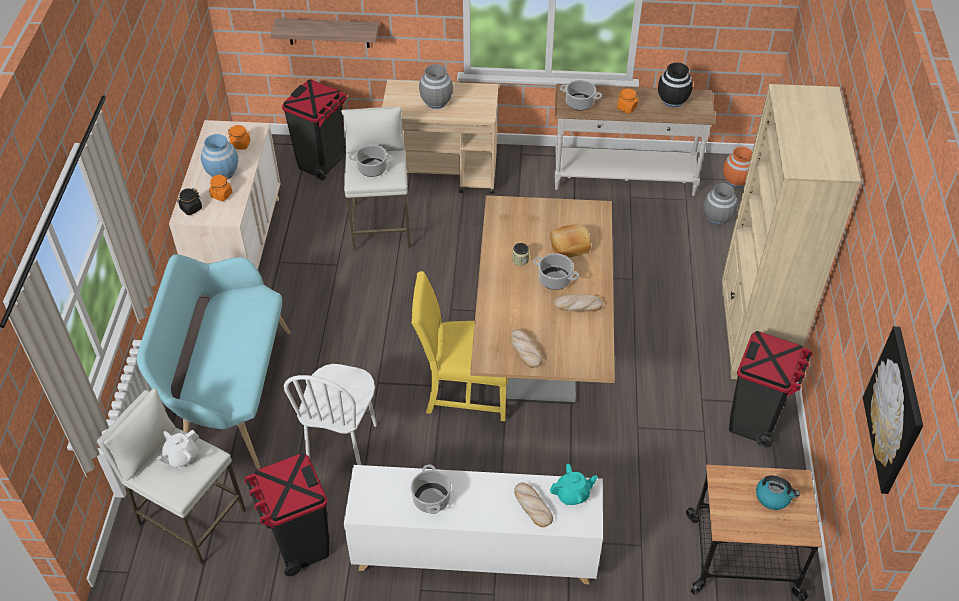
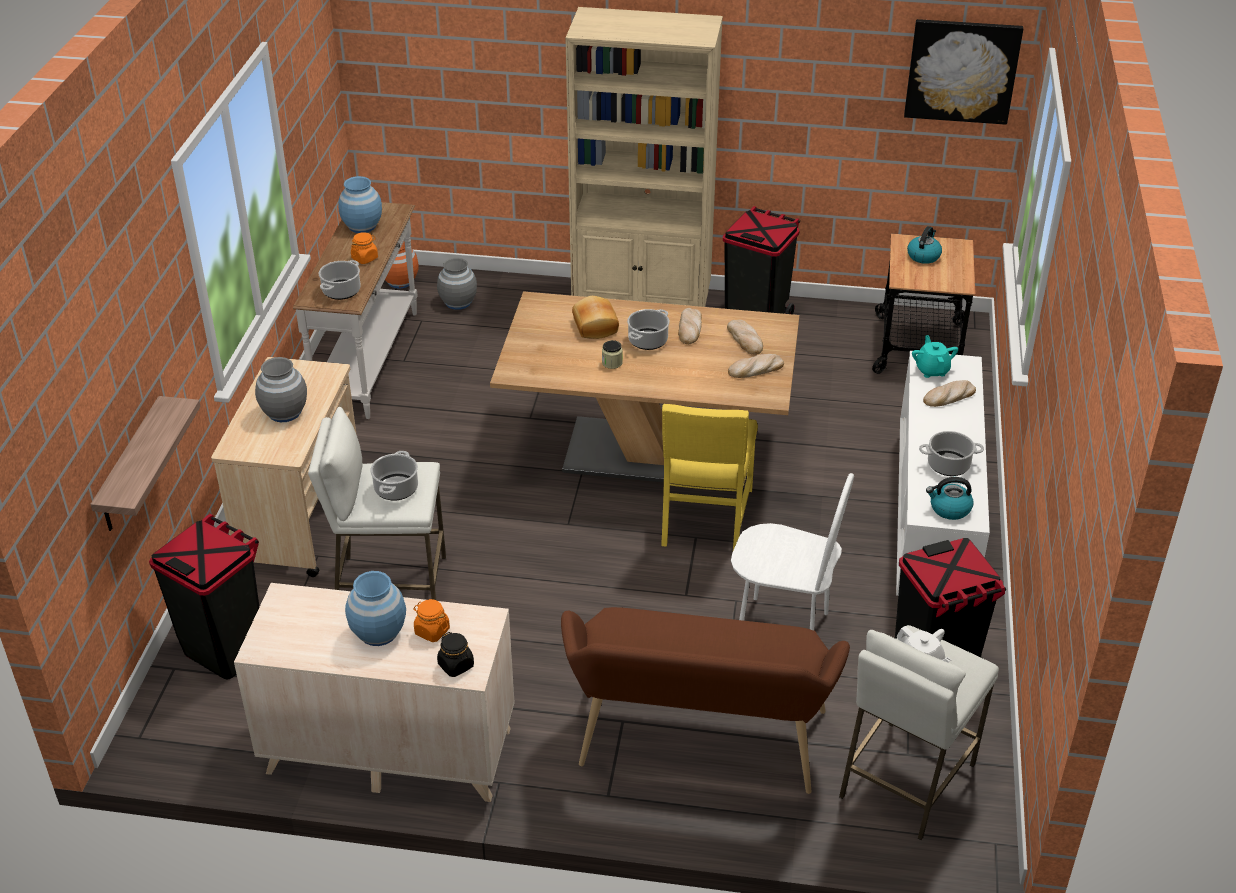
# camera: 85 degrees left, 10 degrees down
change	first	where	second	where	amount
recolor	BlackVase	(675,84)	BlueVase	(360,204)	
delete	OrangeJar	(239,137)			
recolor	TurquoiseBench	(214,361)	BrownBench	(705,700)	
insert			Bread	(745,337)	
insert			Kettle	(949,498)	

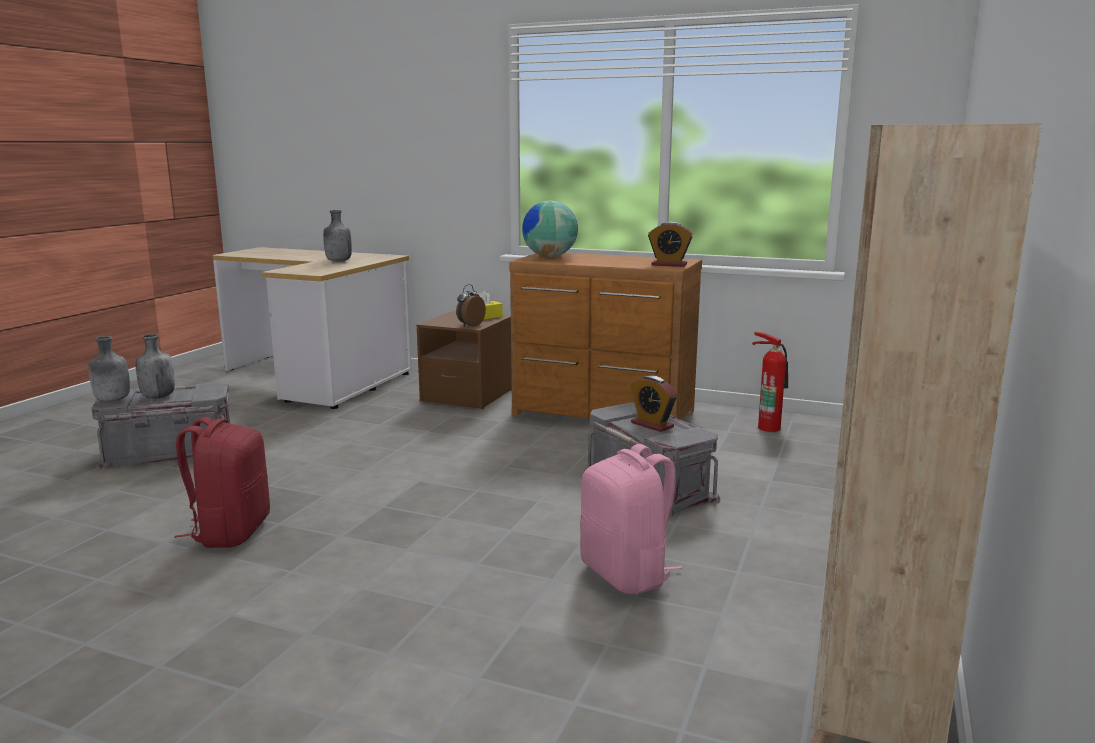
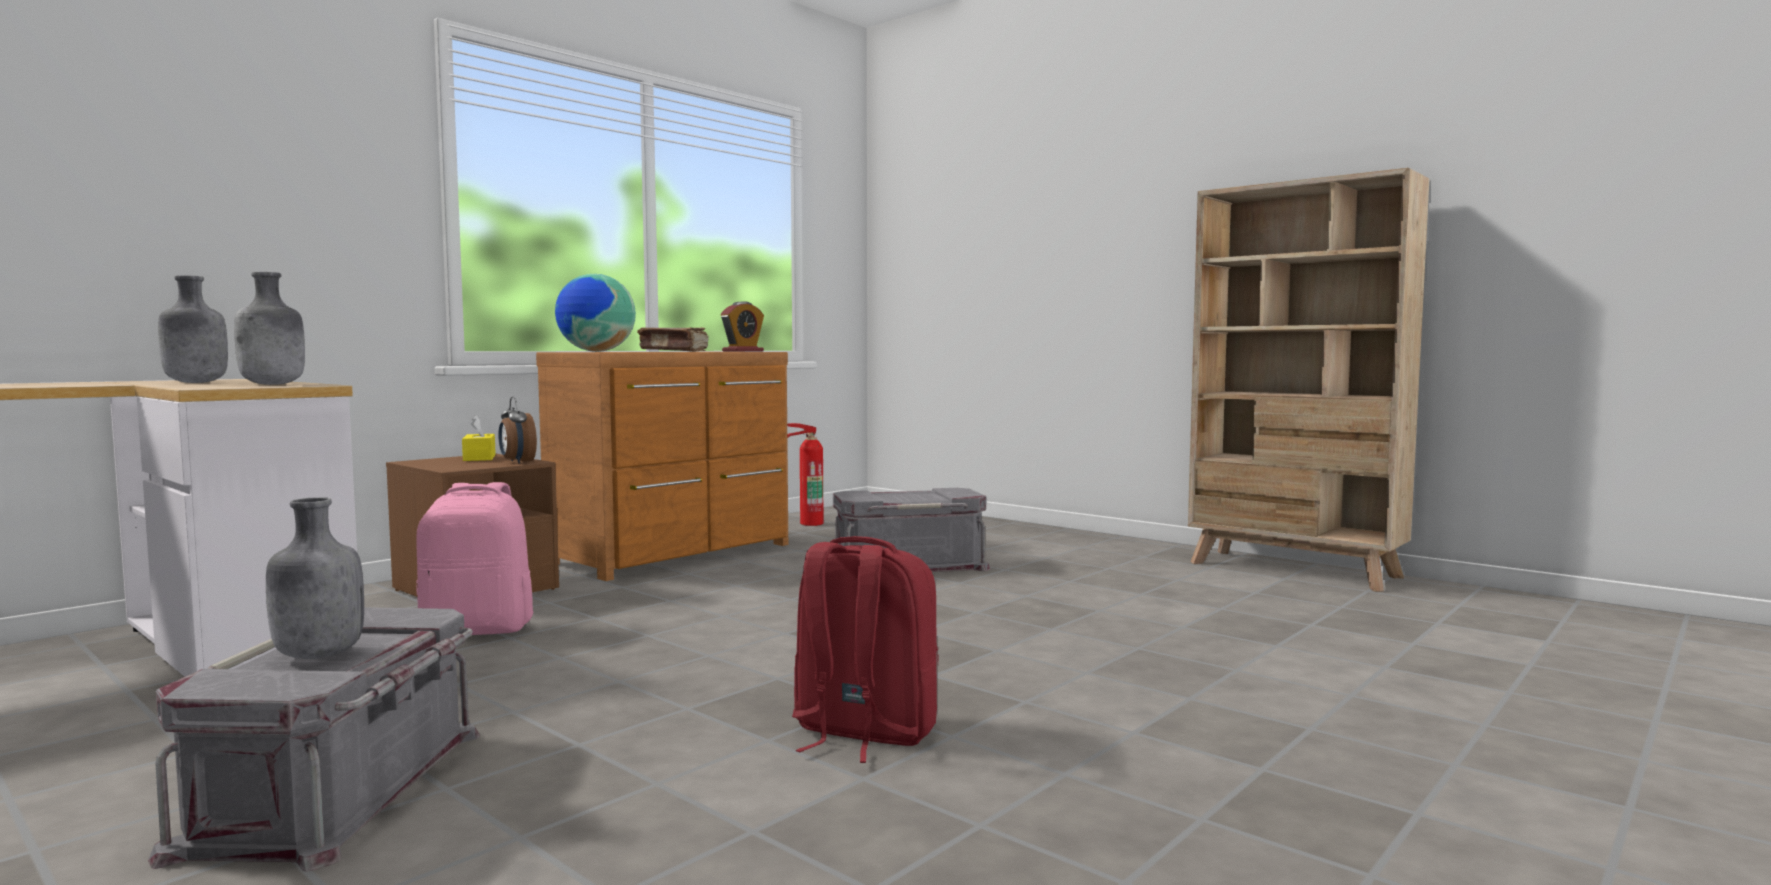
# camera: 70 degrees left, 10 degrees down
change	first	where	second	where	amount
move	GreyBottle	(109,369)		(269,328)	
delete	AlarmClock	(654,404)			
move	PinkBackpack	(631,519)		(474,558)	
insert			BrownBook	(673,339)	

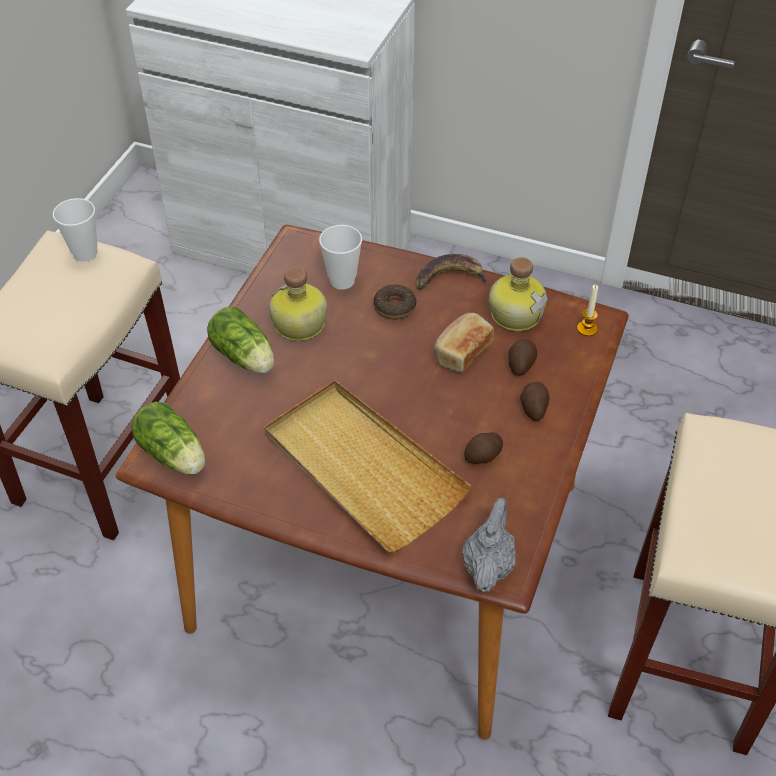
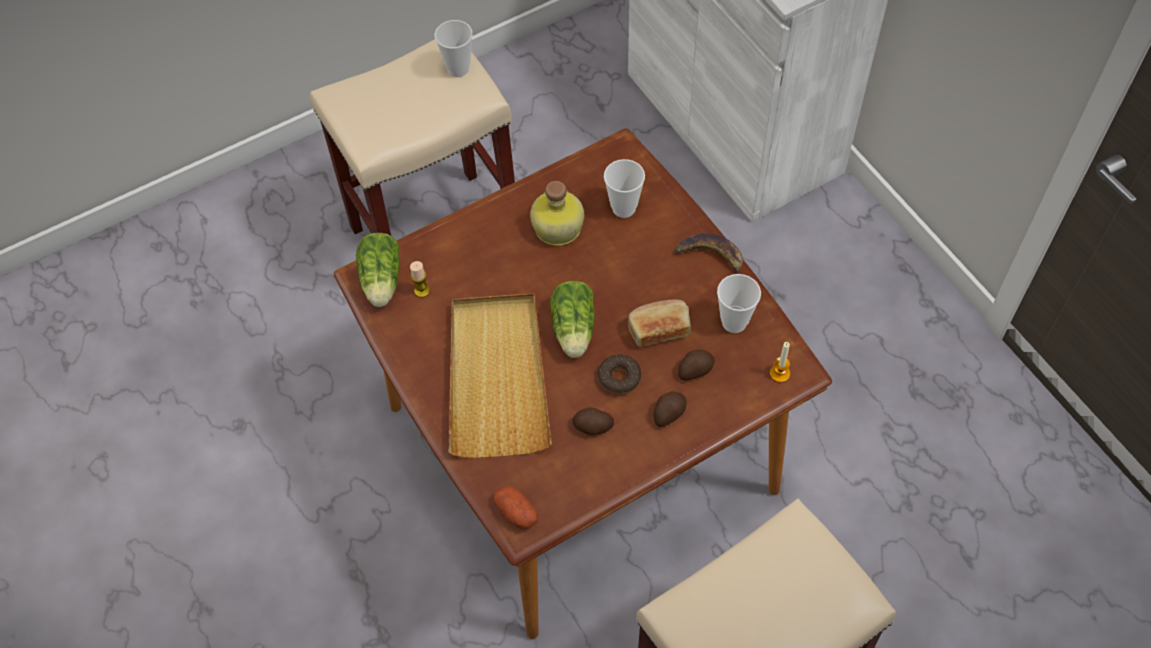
# camera: 40 degrees right, 10 degrees up
change	first	where	second	where	amount
replace	Bottle	(518,294)	Cup	(739,303)	
move	Donut	(394,302)		(619,374)	
move	Lettuce	(240,340)		(572,319)	
replace	GreyTeapot	(489,545)	Potato	(516,507)	
insert			Candle	(420,279)	

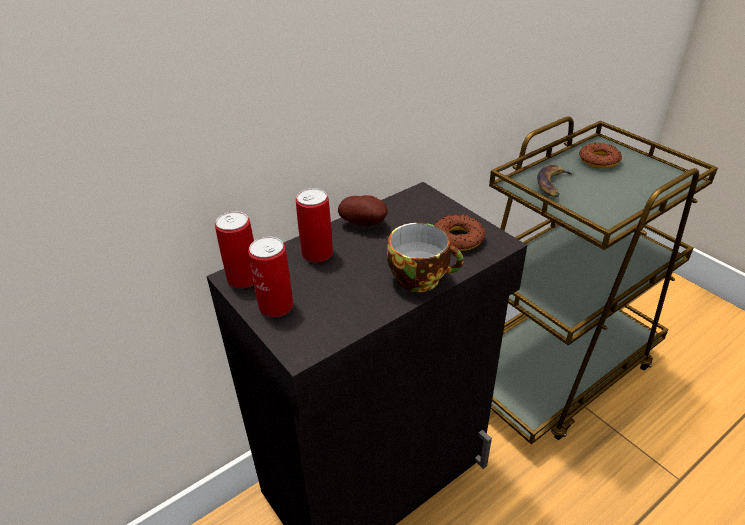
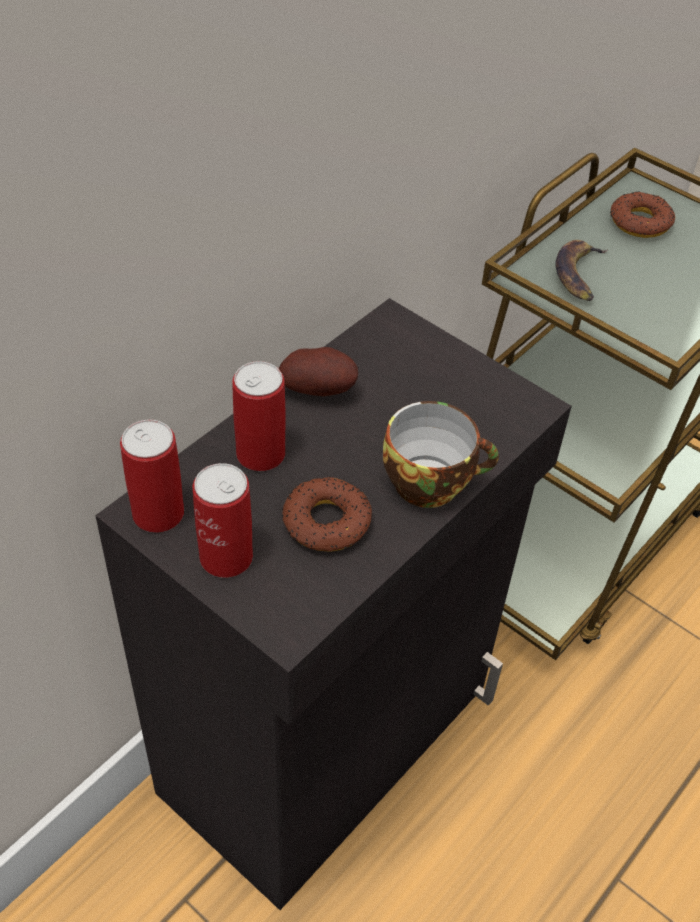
# camera: 15 degrees left, 10 degrees up
change	first	where	second	where	amount
move	Donut	(460,232)		(327,514)	

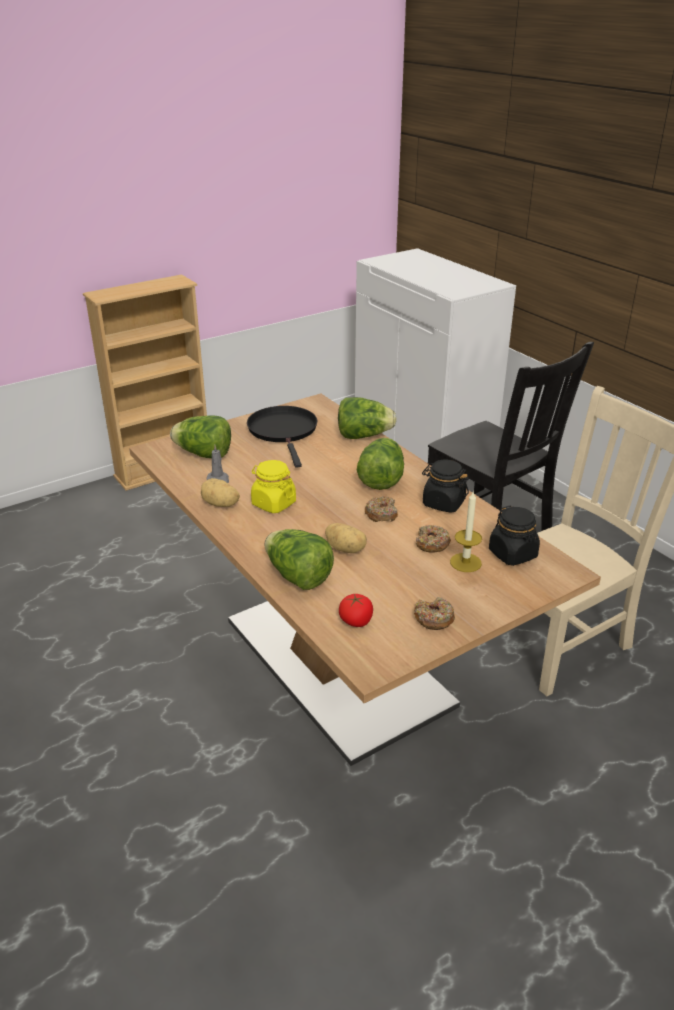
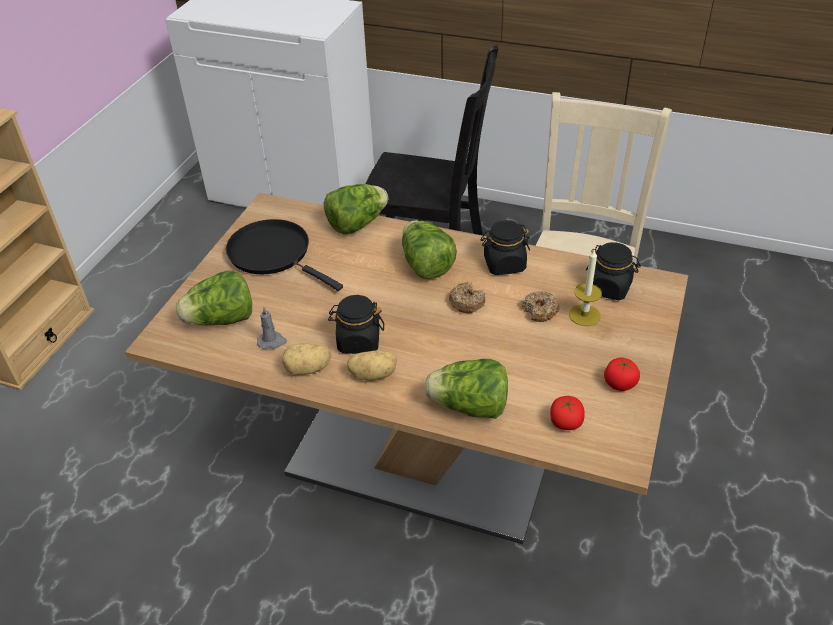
# camera: 35 degrees left, 10 degrees up
change	first	where	second	where	amount
recolor	YellowJar	(273,486)	BlackJar	(356,324)	
move	Potato	(346,538)		(372,365)	
replace	Donut	(434,613)	Tomato	(622,374)	

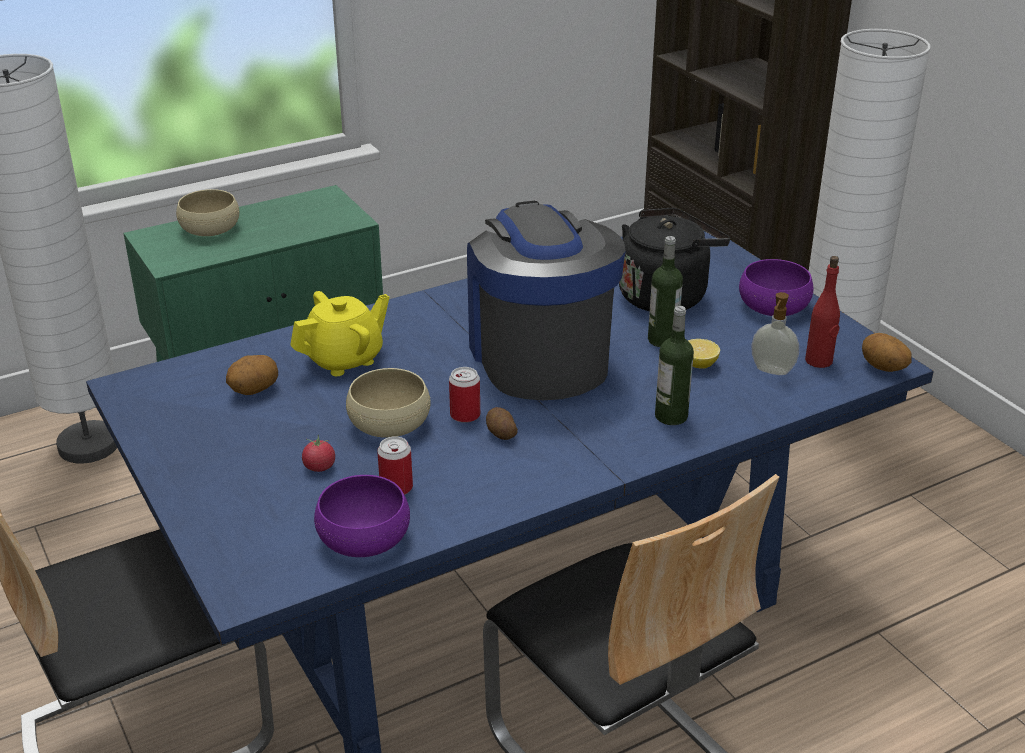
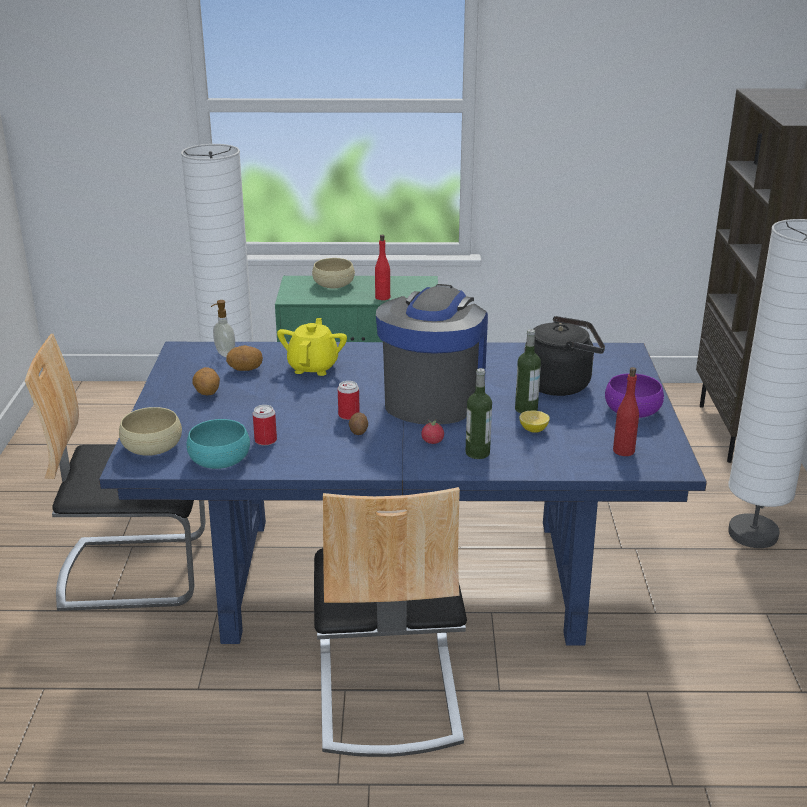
# camera: 30 degrees right, 5 degrees down
change	first	where	second	where	amount
rotate	YellowTeapot	(339,333)		(312,347)	75 degrees counterclockwise
move	SoapDispenser	(775,333)		(223,328)	
move	Potato	(887,352)		(206,381)	
move	BeigeBowl	(388,403)		(150,431)	
move	Tomato	(318,453)		(432,432)	
recolor	PurpleBowl	(362,516)	TurquoiseBowl	(218,444)	
insert			RedBottle	(382,267)	

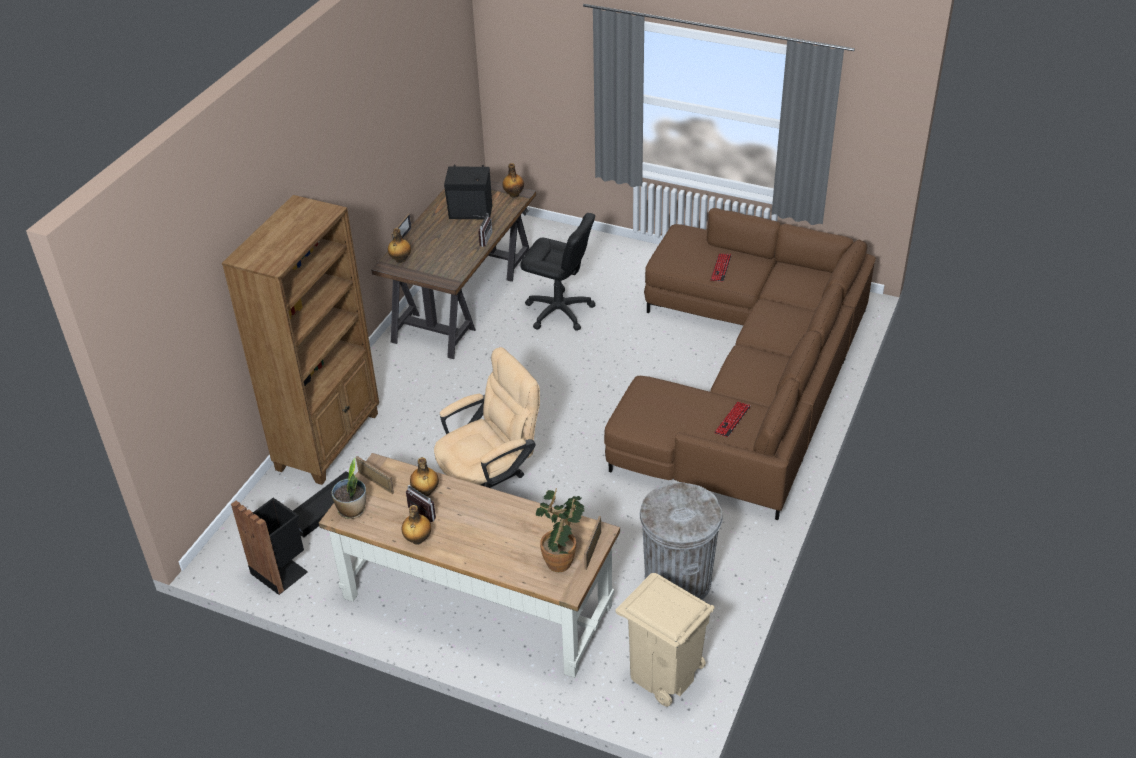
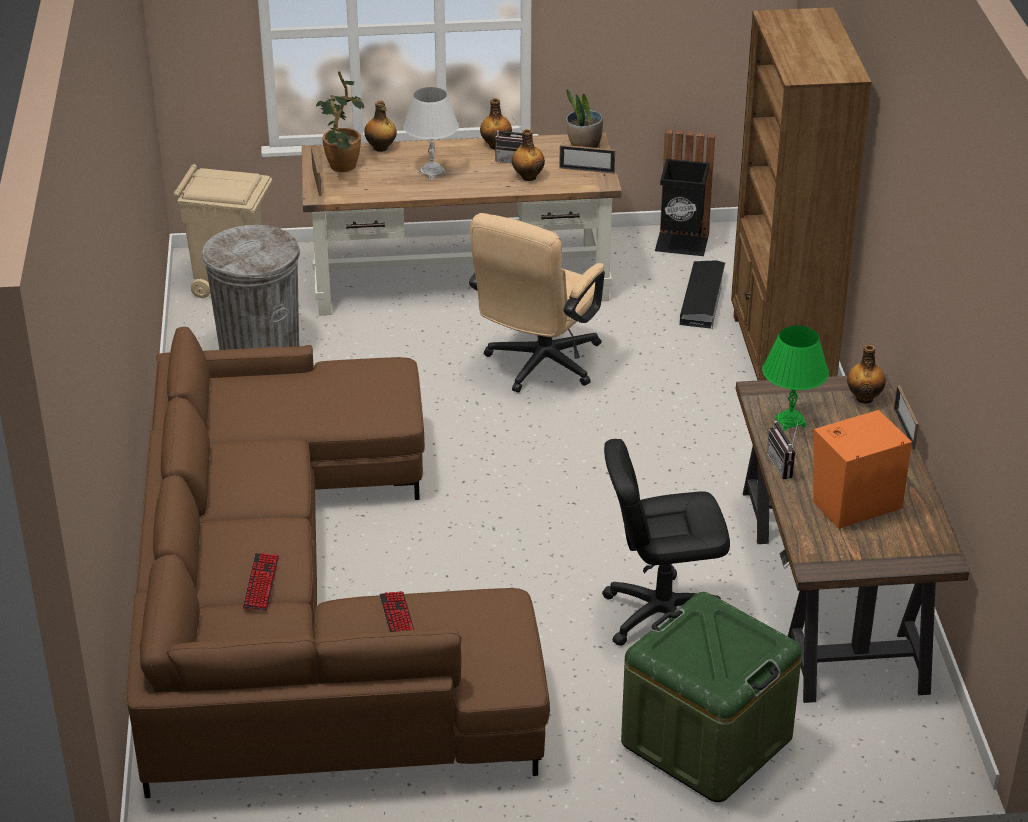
# camera: 150 degrees right, 5 degrees down
change	first	where	second	where	amount
move	Bottle	(513,180)		(380,126)	
recolor	BlackSpeaker	(468,192)	OrangeSpeaker	(862,469)	
move	Keyboard	(732,419)		(261,582)	
insert			WhiteTableLamp	(431,133)	
insert			GreenTableLamp	(795,378)	
insert			GreenStorageBox	(711,697)	

